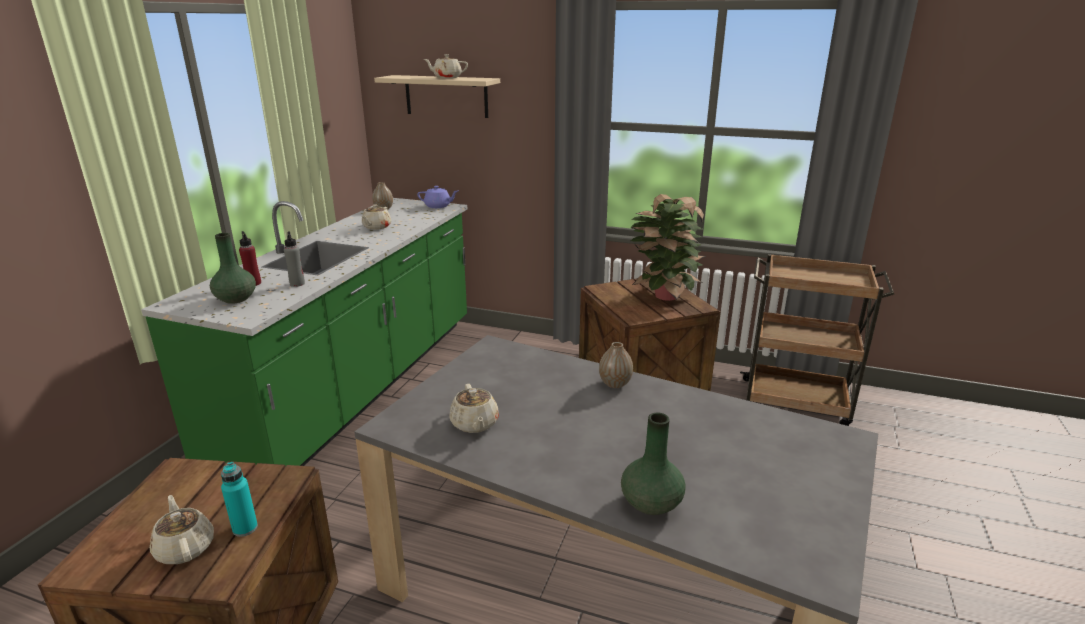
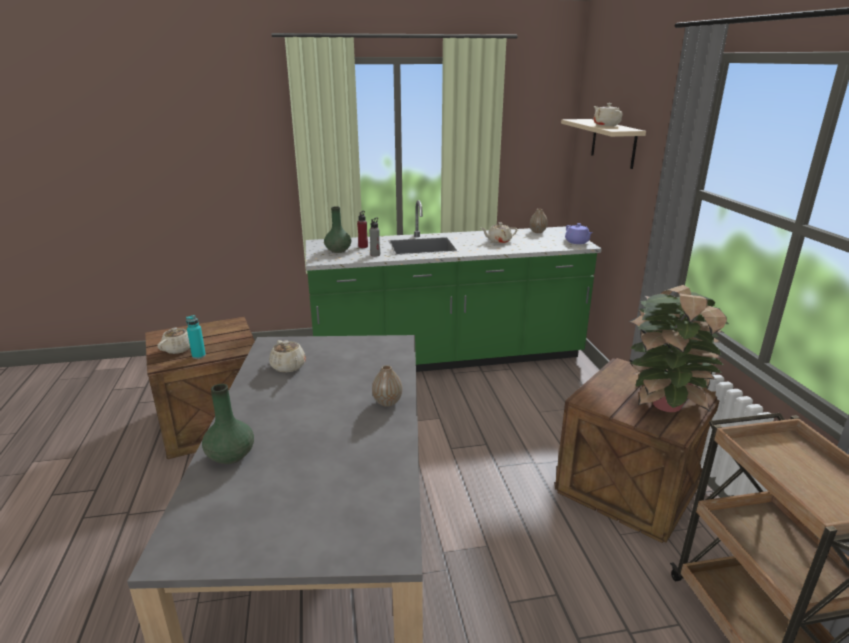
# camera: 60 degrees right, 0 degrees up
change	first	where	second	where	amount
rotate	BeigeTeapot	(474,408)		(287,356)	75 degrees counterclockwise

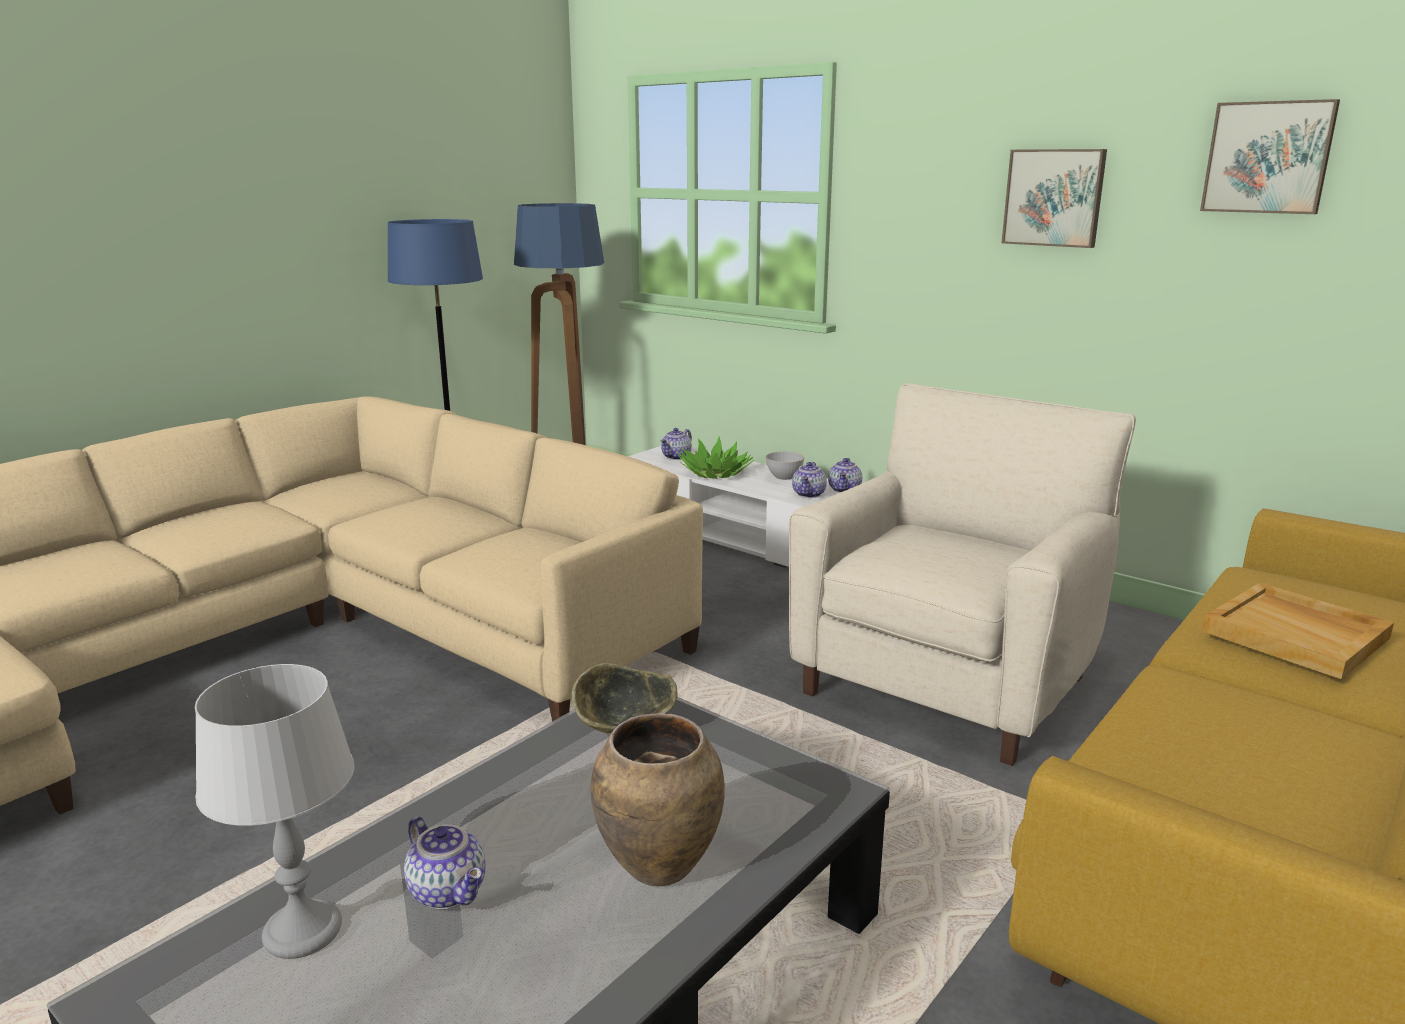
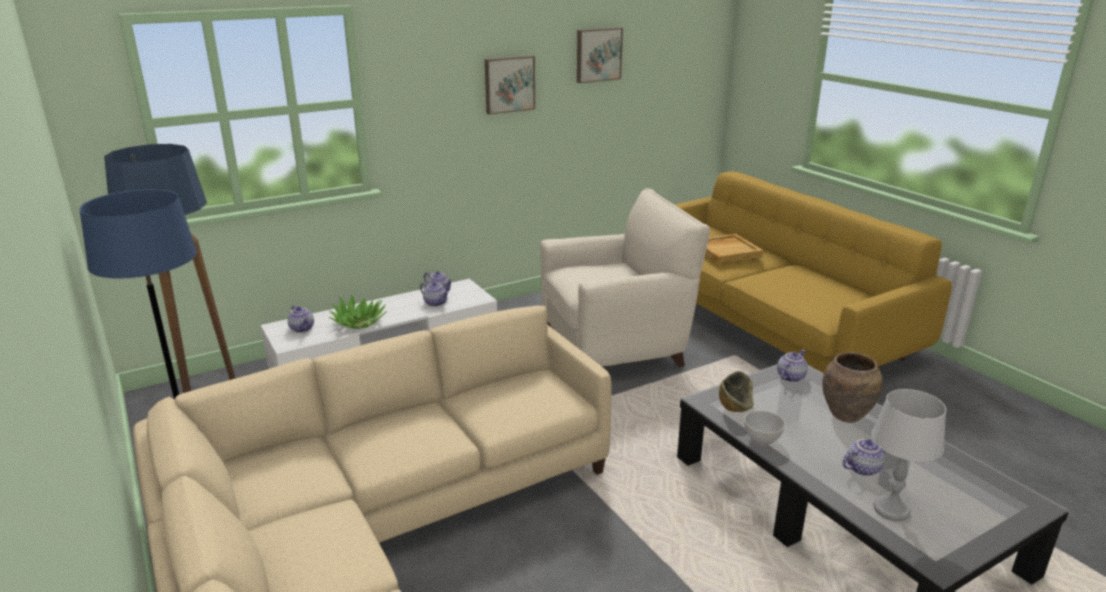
# camera: 70 degrees left, 5 degrees up
change	first	where	second	where	amount
rotate	BeigeArmchair	(962,574)		(625,277)	105 degrees clockwise
move	GreyBowl	(785,465)		(764,428)	
insert			Teapot	(792,366)	

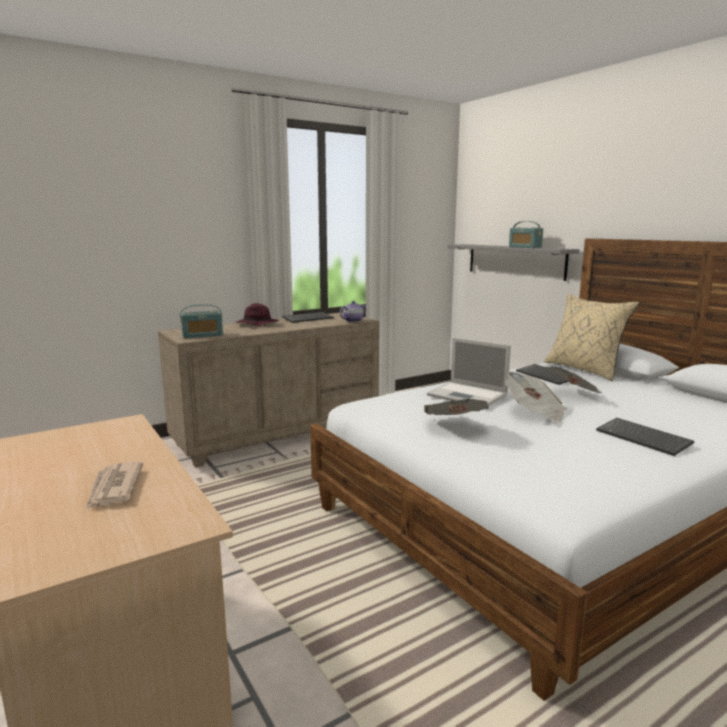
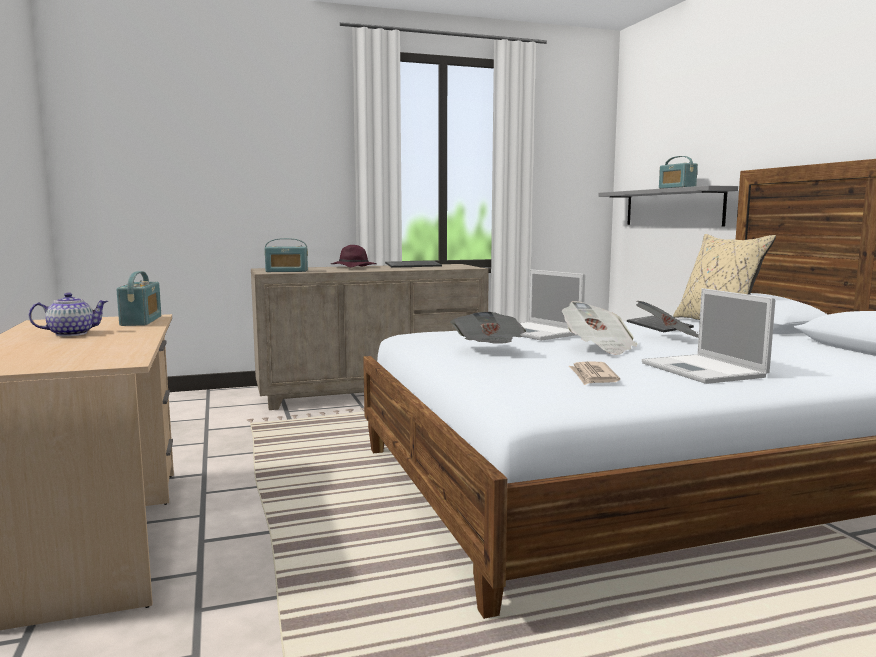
# camera: 15 degrees right, 5 degrees down
change	first	where	second	where	amount
move	Teapot	(353,311)		(68,314)	
replace	Keyboard	(645,437)	Laptop	(708,336)	
move	Newspaper	(114,486)		(594,373)	
insert			Radio	(139,298)	

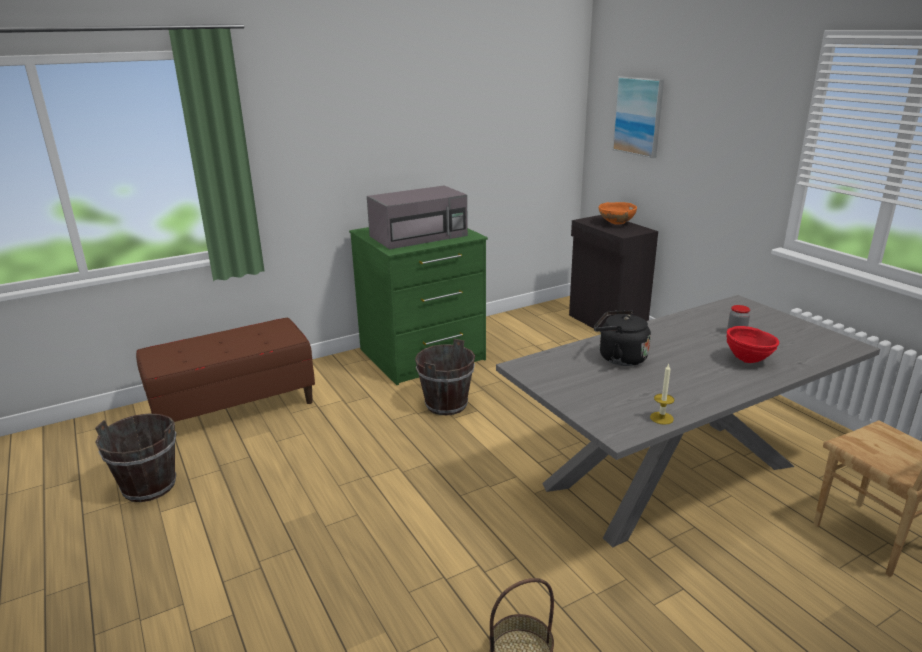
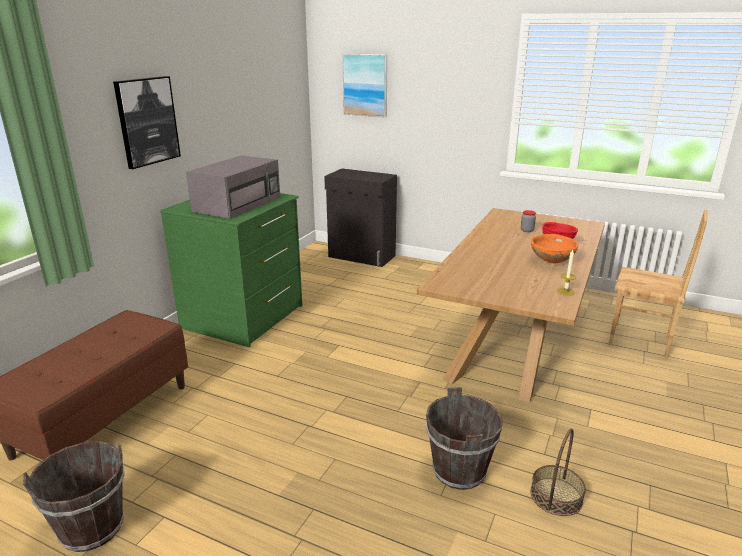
# camera: 35 degrees left, 0 degrees up
change	first	where	second	where	amount
move	OrangeBowl	(618,213)		(554,248)	
recolor	GreyDiningTable	(688,421)	BrownDiningTable	(511,305)	
delete	BlackKettle	(622,338)			
move	BrownBucket	(445,376)		(464,438)	
insert			Picture	(147,122)	

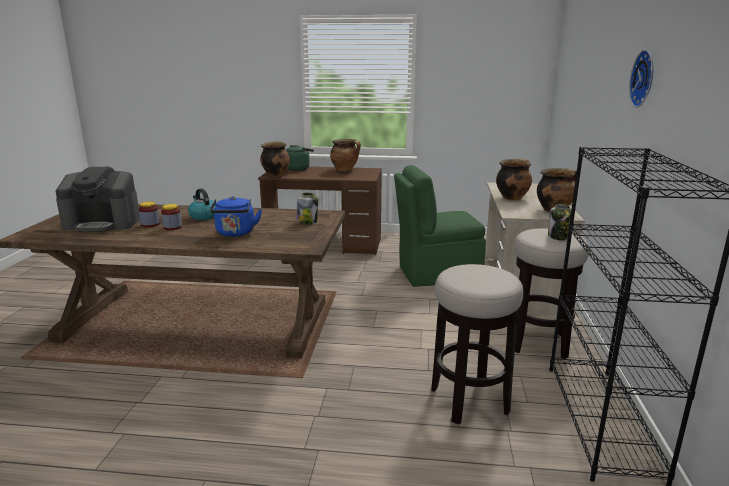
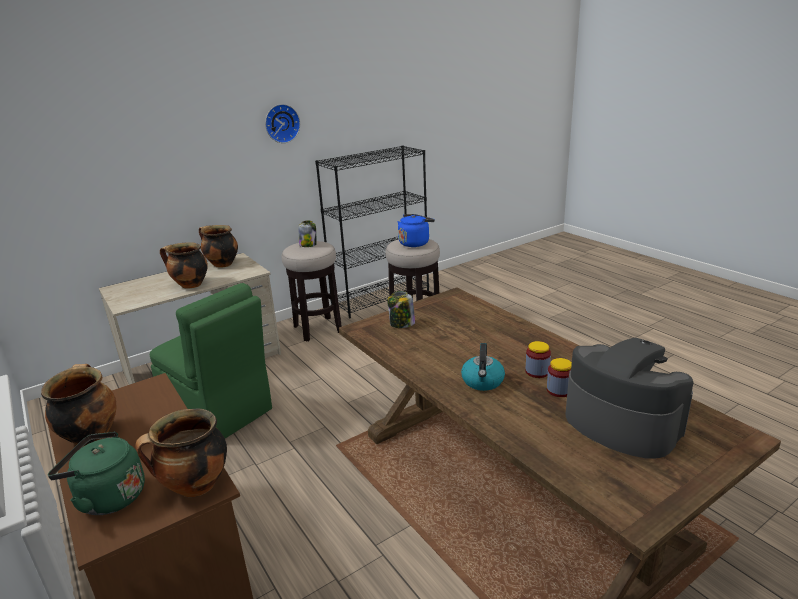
# camera: 130 degrees left, 5 degrees up
change	first	where	second	where	amount
move	BlueKettle	(236,216)		(416,230)	

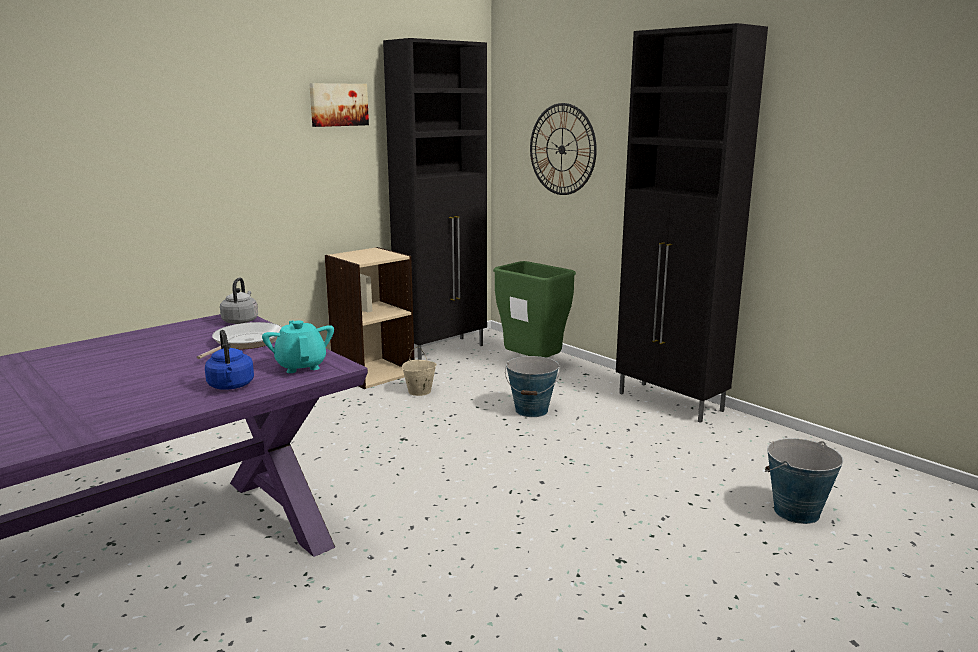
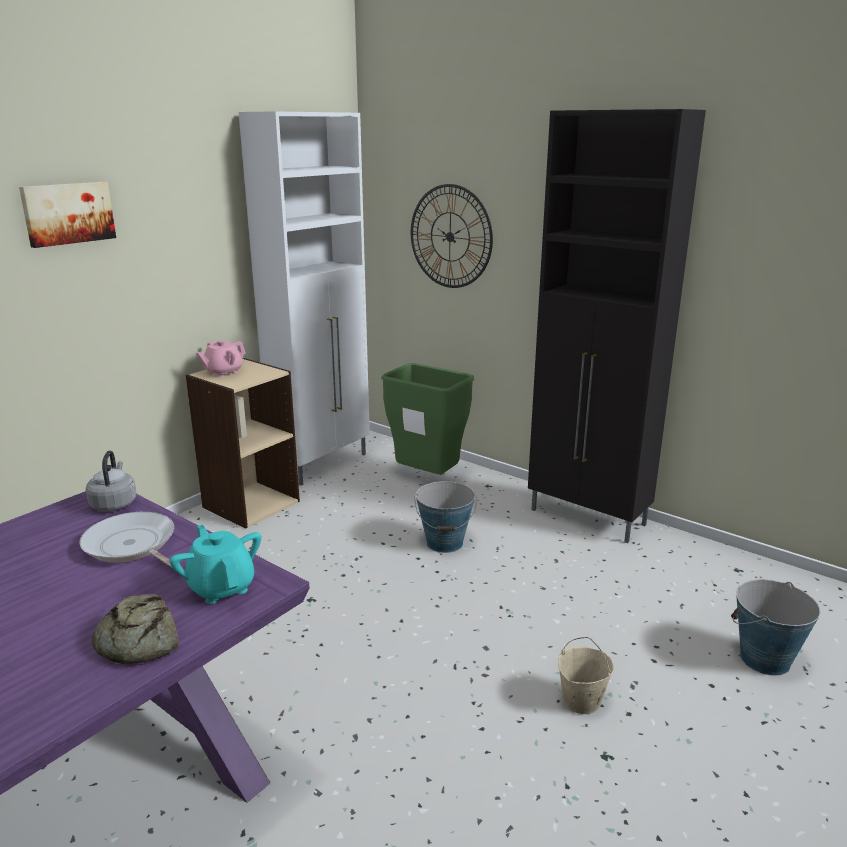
# camera: 10 degrees left, 5 degrees up
change	first	where	second	where	amount
recolor	BlackCabinet	(435,199)	WhiteCabinet	(304,298)	
move	Picture	(339,105)		(67,215)	
rotate	FryingPan	(239,340)		(131,541)	60 degrees counterclockwise
replace	BlueKettle	(229,360)	Bread	(135,629)	
move	BeigeBucket	(419,371)		(586,675)	
insert			PinkTeapot	(221,358)	

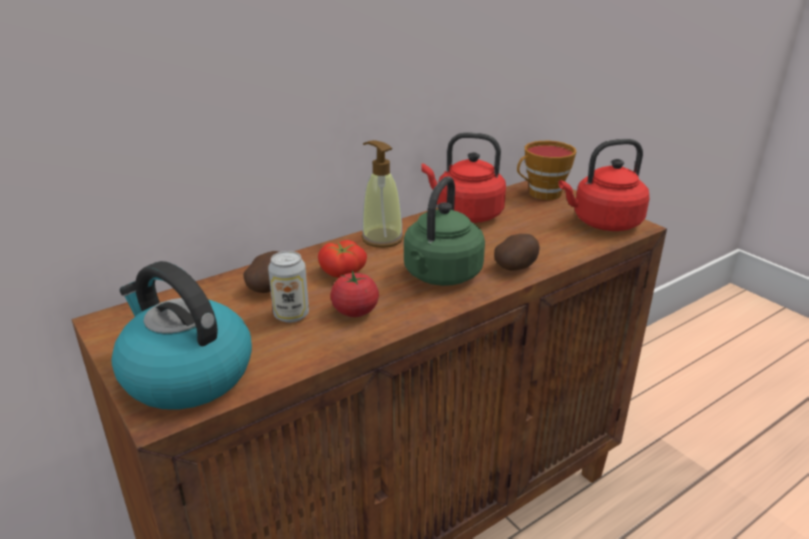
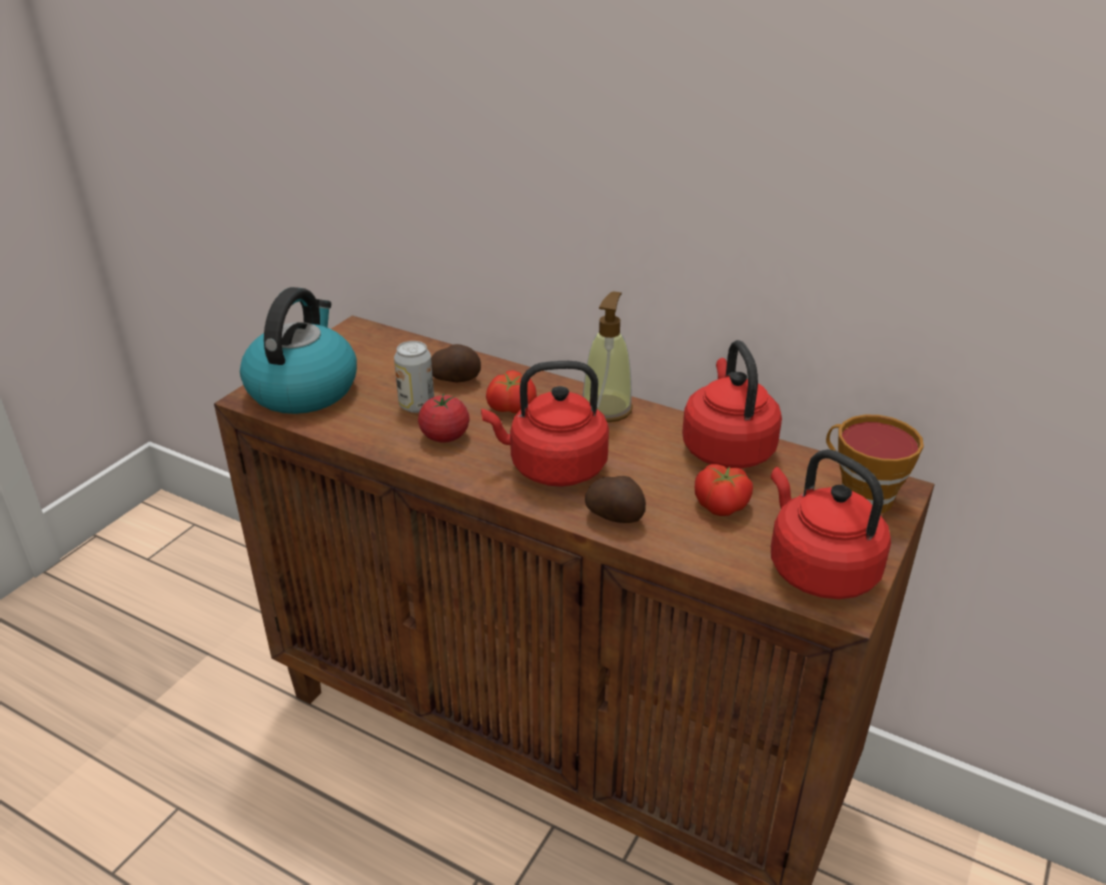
# camera: 65 degrees right, 5 degrees up
change	first	where	second	where	amount
recolor	GreenKettle	(444,231)	RedKettle	(545,424)	
insert			Tomato	(724,490)	

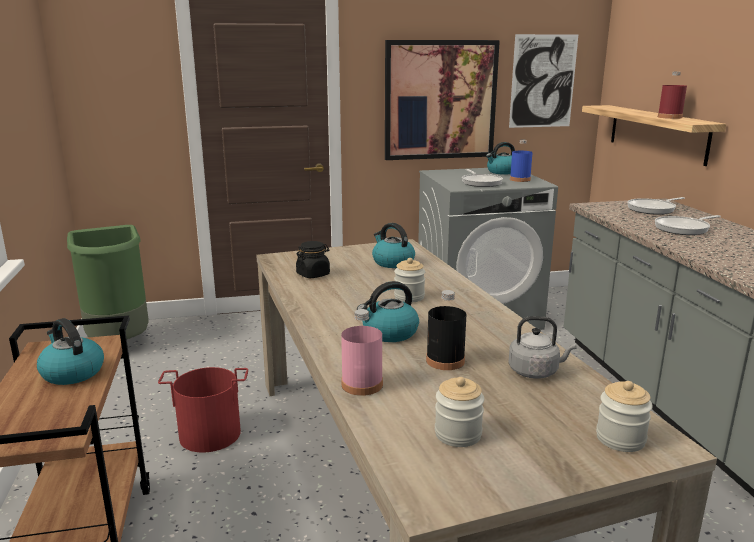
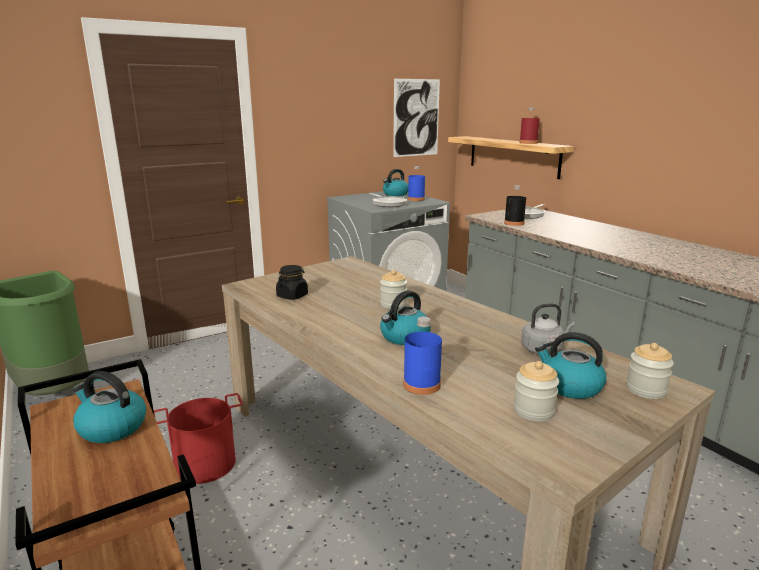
# camera: 20 degrees left, 0 degrees up
change	first	where	second	where	amount
delete	Picture	(442,100)			
delete	FryingPan	(688,225)			
move	Kettle	(393,245)		(570,365)	
move	BlackBottle	(446,330)		(515,205)	
recolor	PinkBottle	(362,352)	BlueBottle	(422,355)	

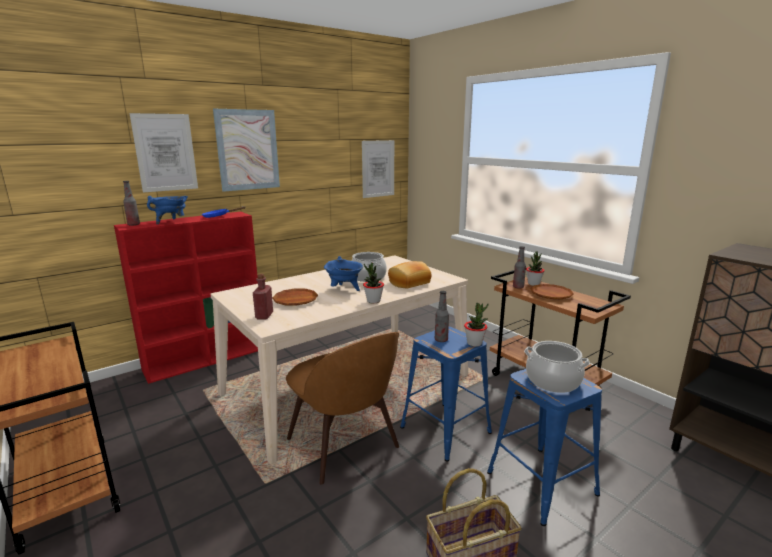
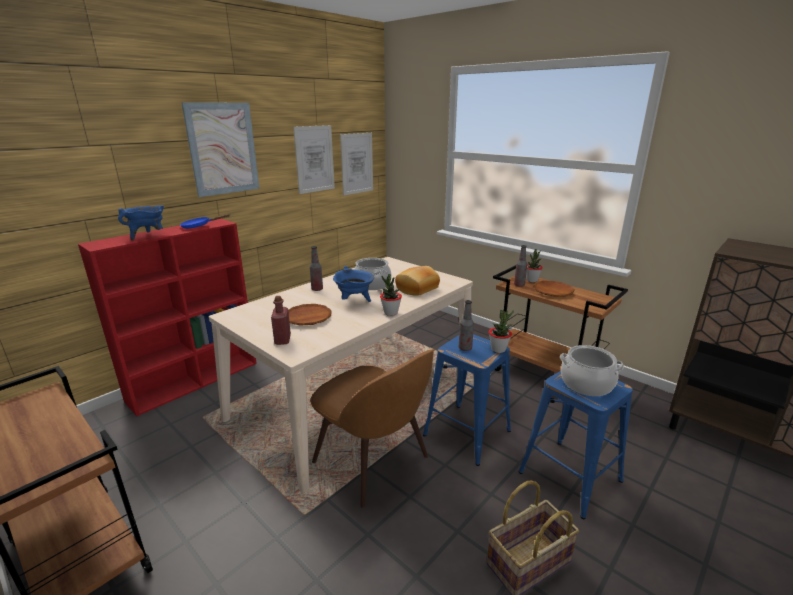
# camera: 10 degrees left, 5 degrees up
change	first	where	second	where	amount
move	Picture	(164,152)		(314,159)	
move	Bottle	(131,203)		(316,268)	

